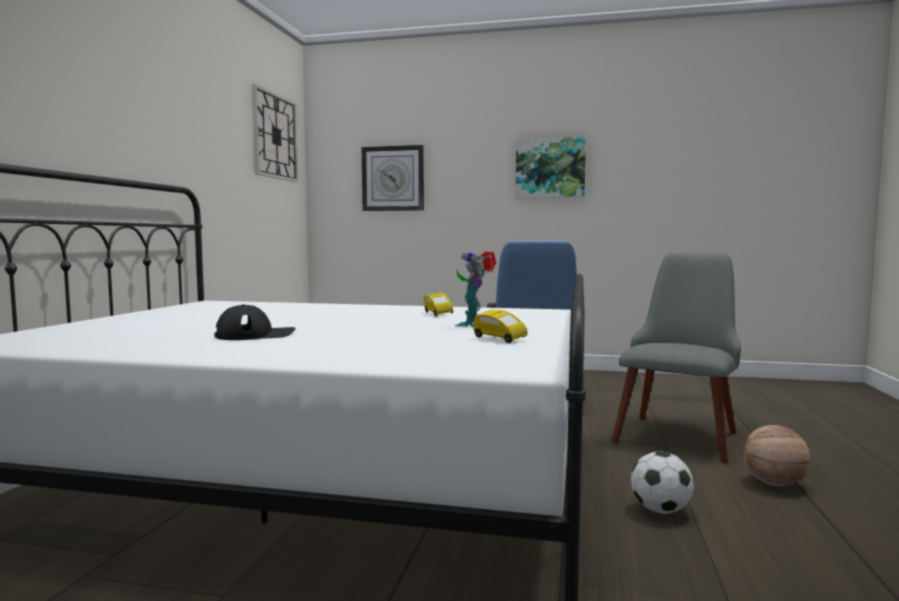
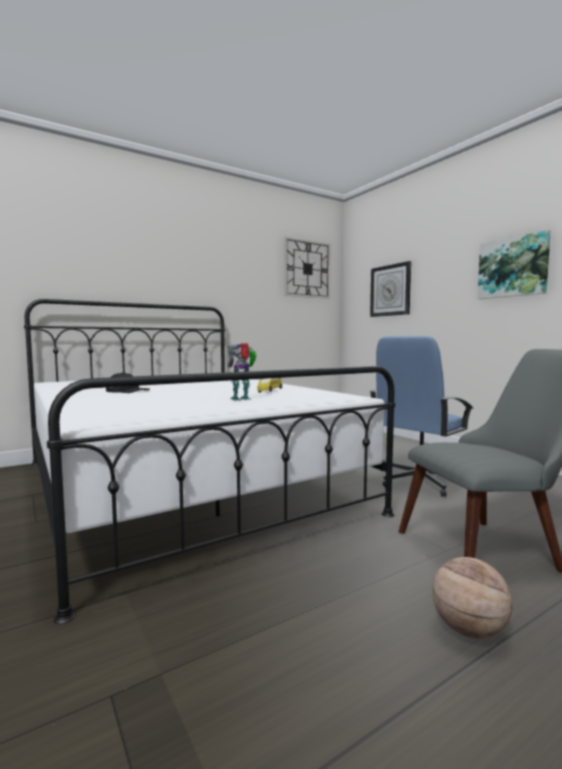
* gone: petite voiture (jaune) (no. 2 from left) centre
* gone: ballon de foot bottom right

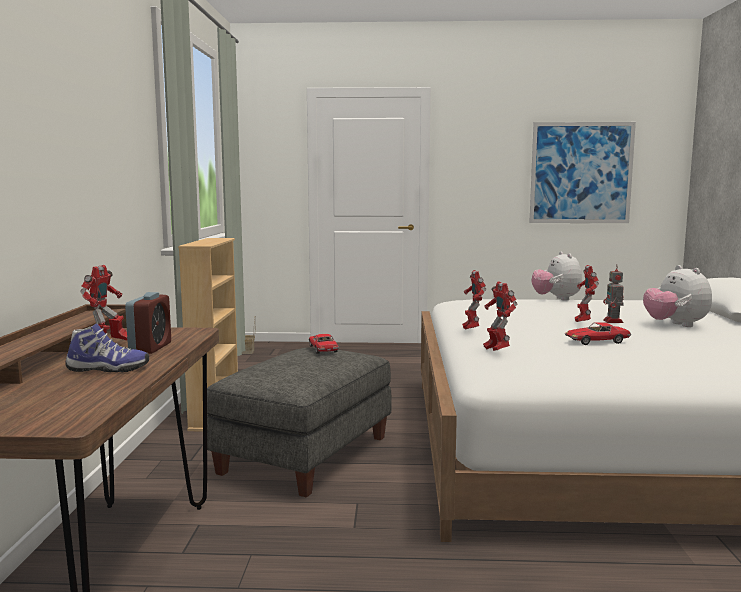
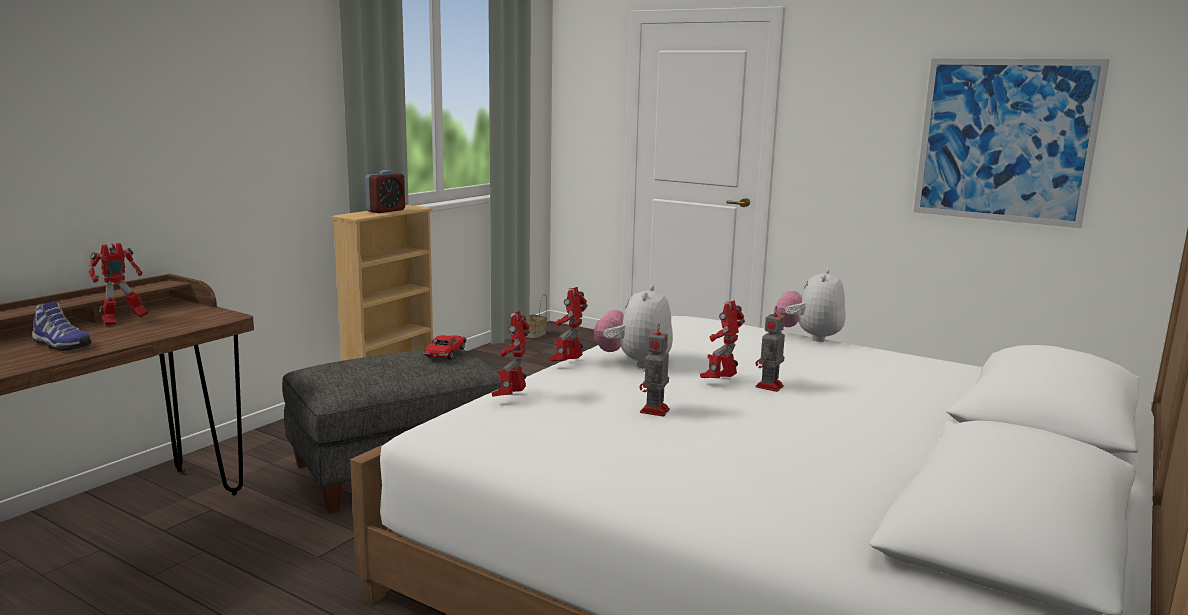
* shifted: réveil middle left to top left
* shifted: peluche (no. 2 from left in the first image) middle right to peluche (no. 1 from left) centre
* swapped: petite voiture (no. 2 from left) middle right to robot jouet (no. 4 from left) centre

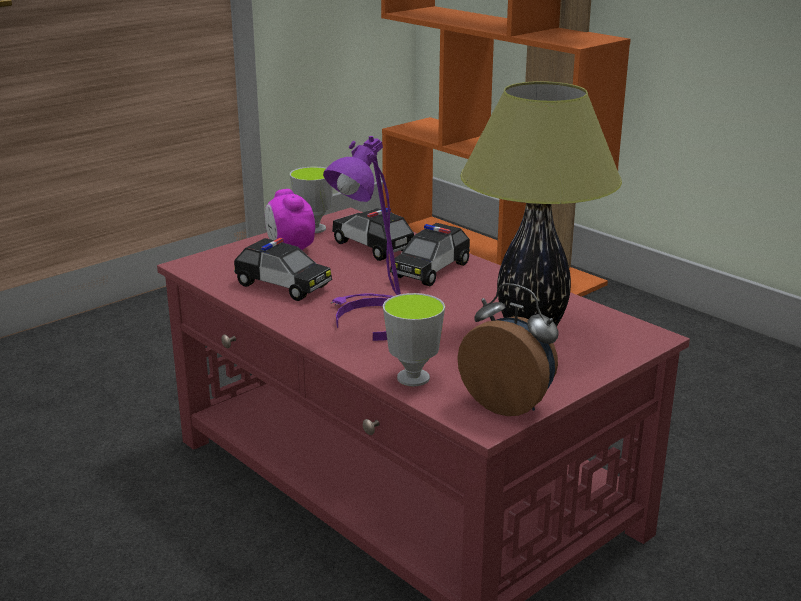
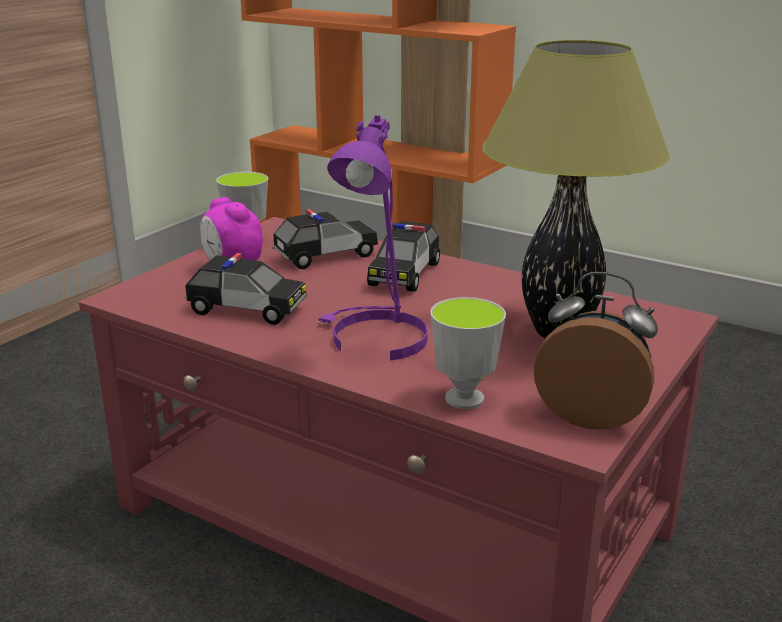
* rotated: petite voiture (no. 2 from left) centre = centre 120 degrees clockwise

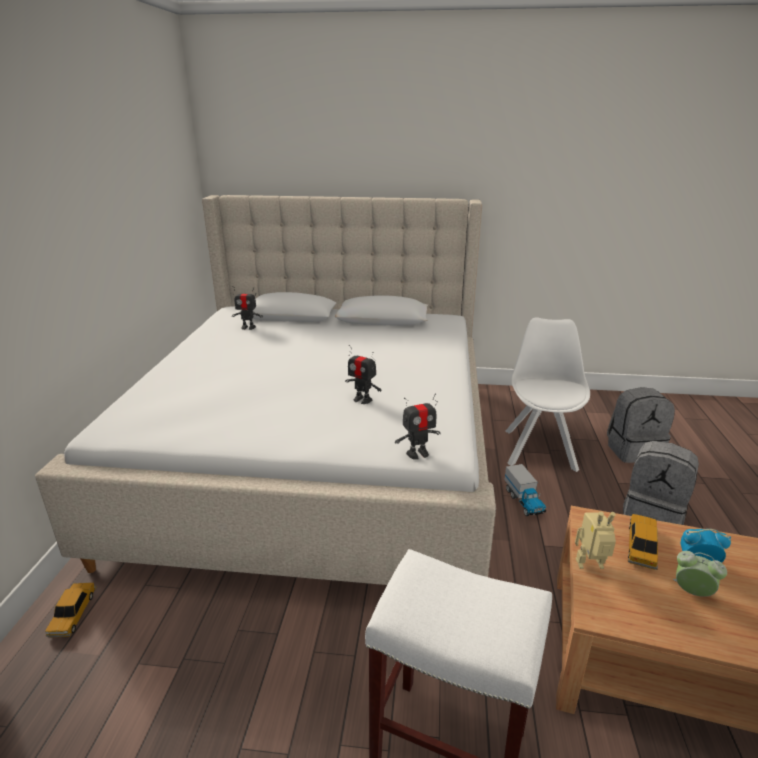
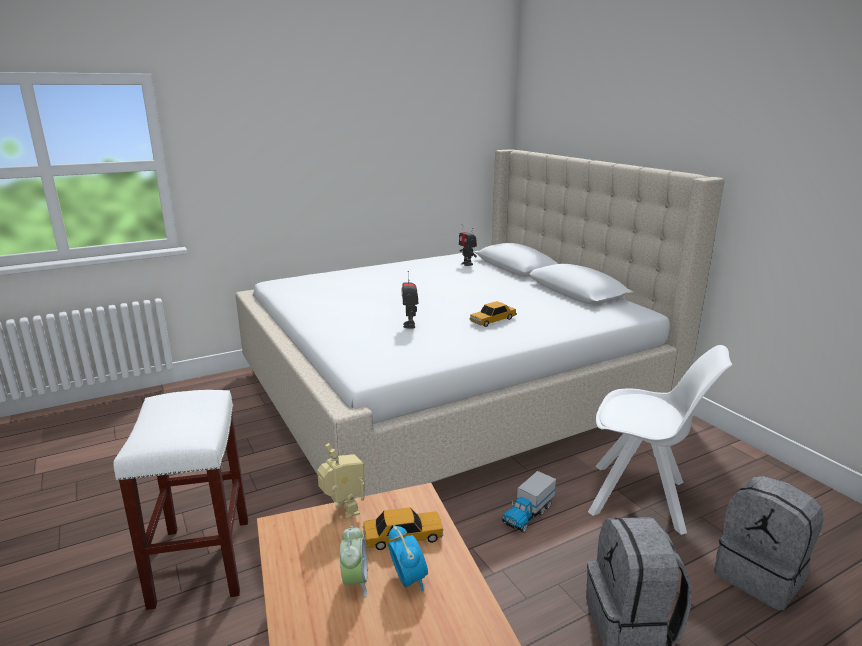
* gone: robot jouet (no. 3 from left) centre
* shifted: petite voiture (no. 1 from left in the first image) bottom left to petite voiture (no. 2 from left) centre
* rotated: chaise (blanc) middle right = bottom right 45 degrees clockwise

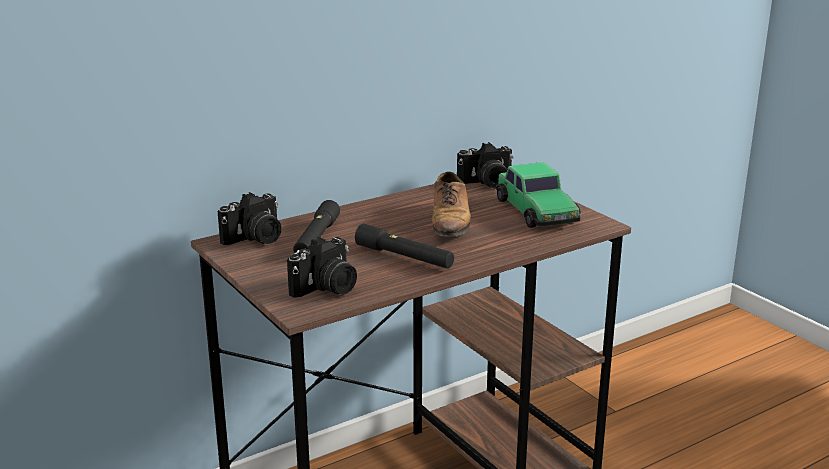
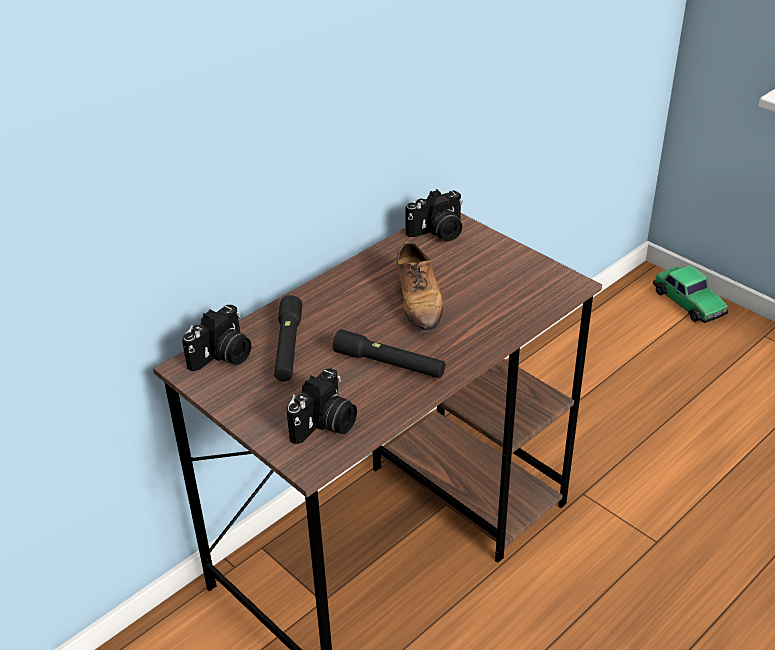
* shifted: petite voiture centre to middle right

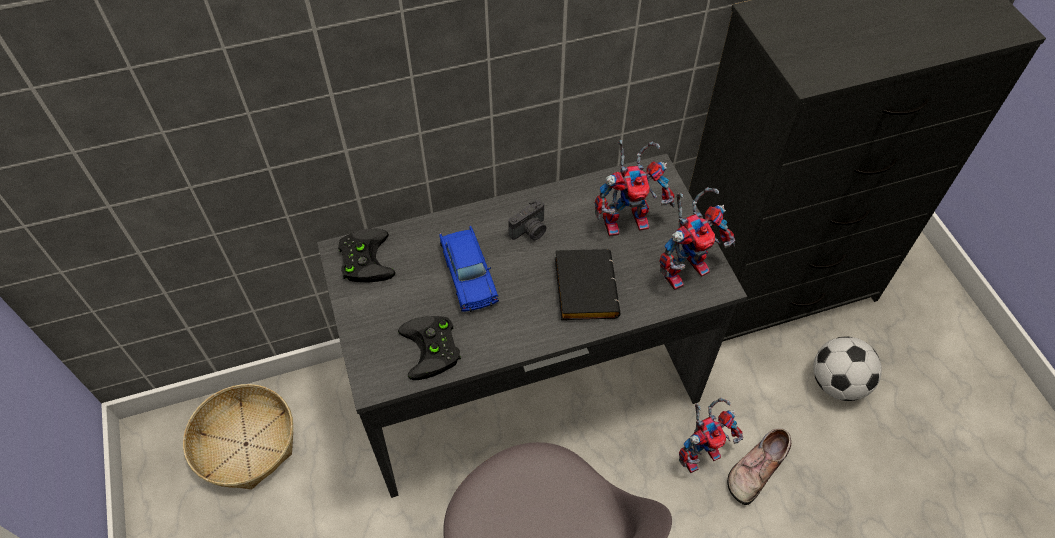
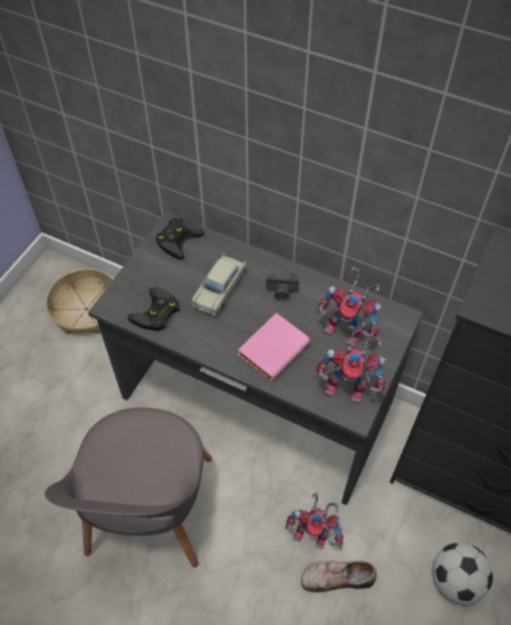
* repainted: petite voiture (bleu) centre to petite voiture (beige) centre
* repainted: livre (noir) centre to livre (rose) centre

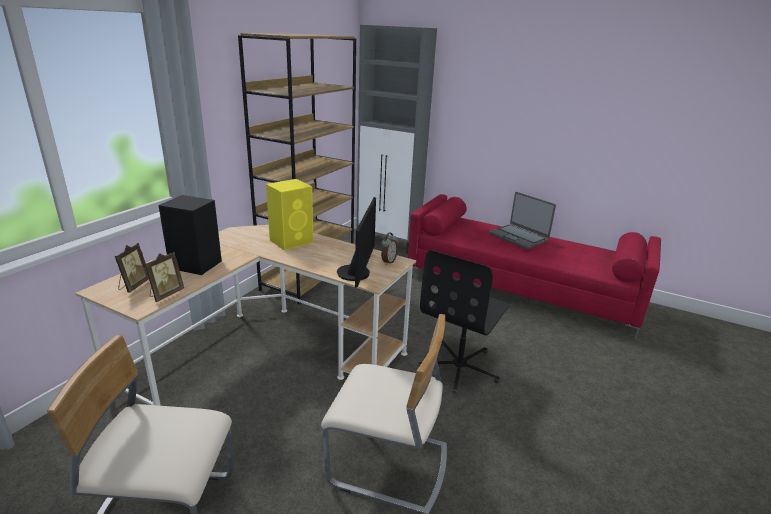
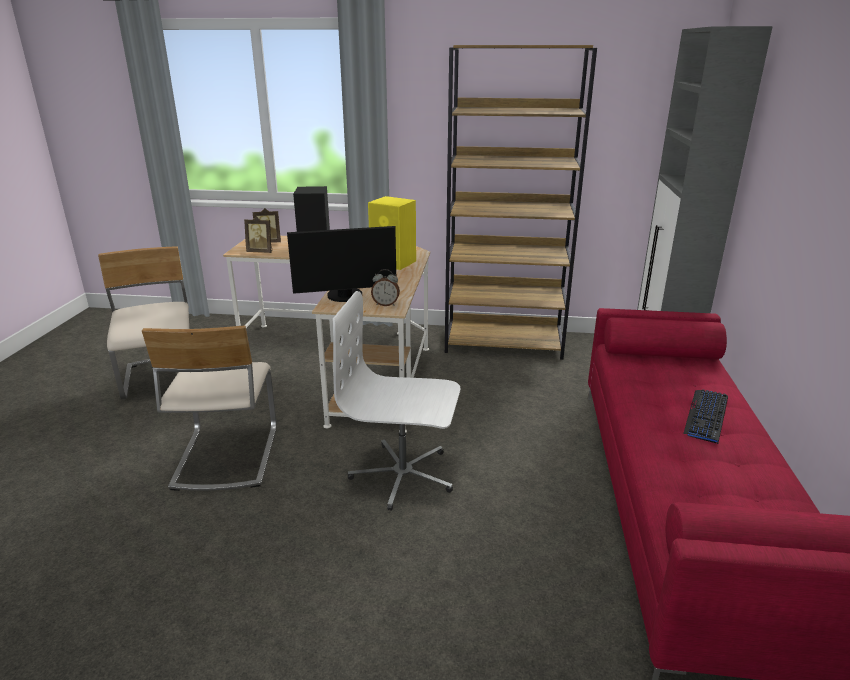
* swapped: ordinateur portable middle right to clavier middle right
* repainted: chaise de bureau (noir) centre to chaise de bureau (blanc) centre

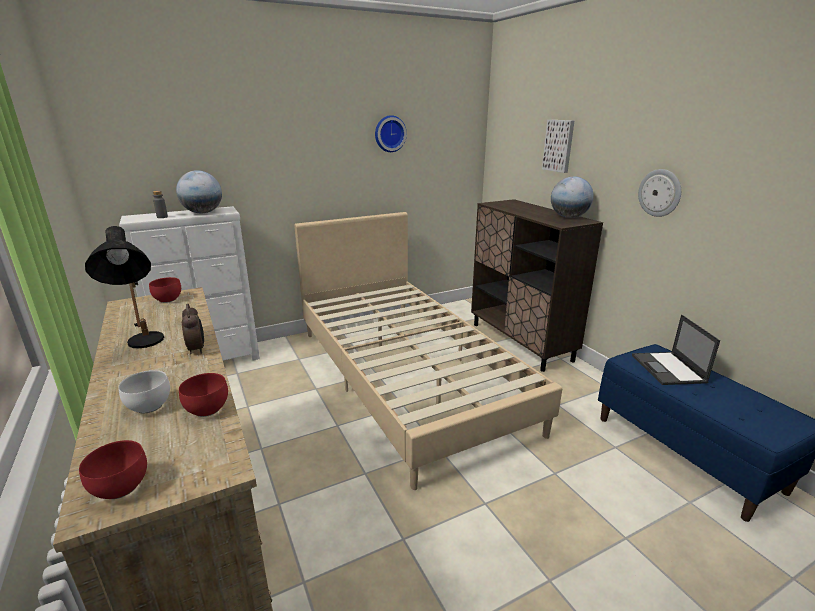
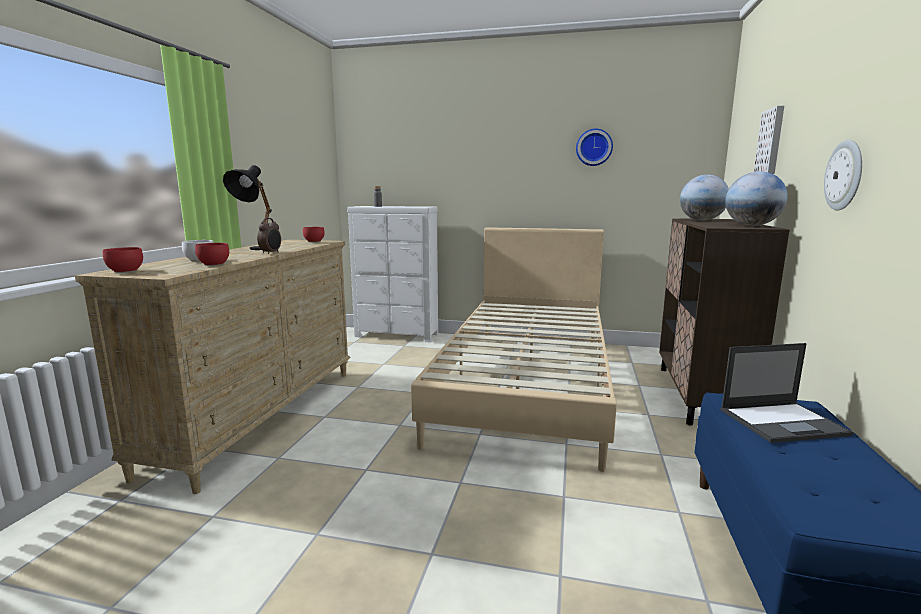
* shifted: globe (no. 1 from left) top left to top right
* rotated: ordinateur portable middle right = middle right 135 degrees counterclockwise

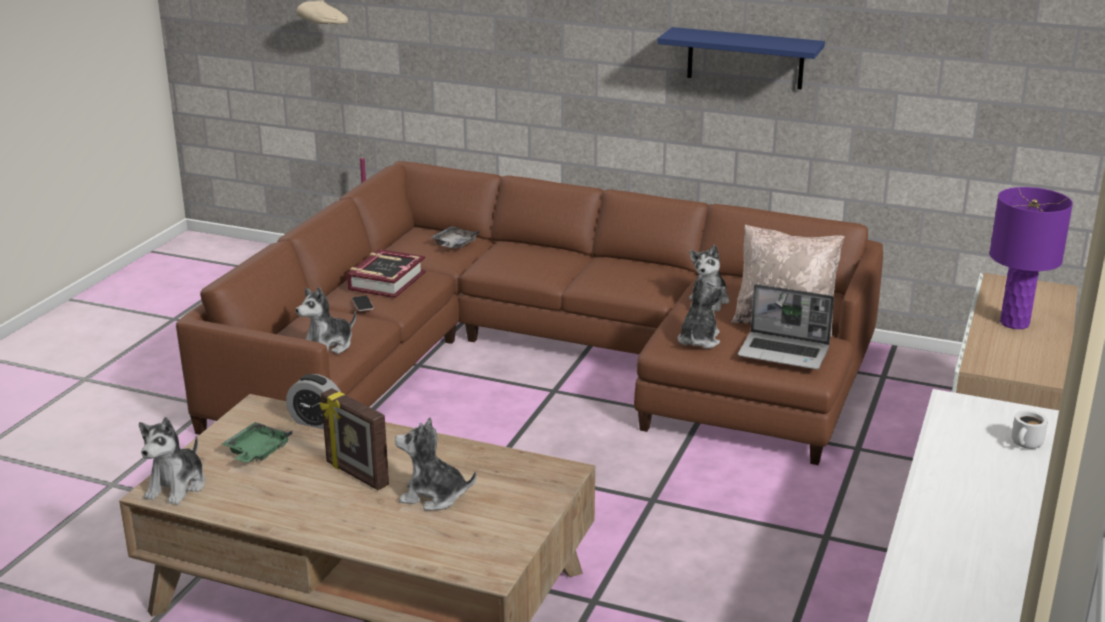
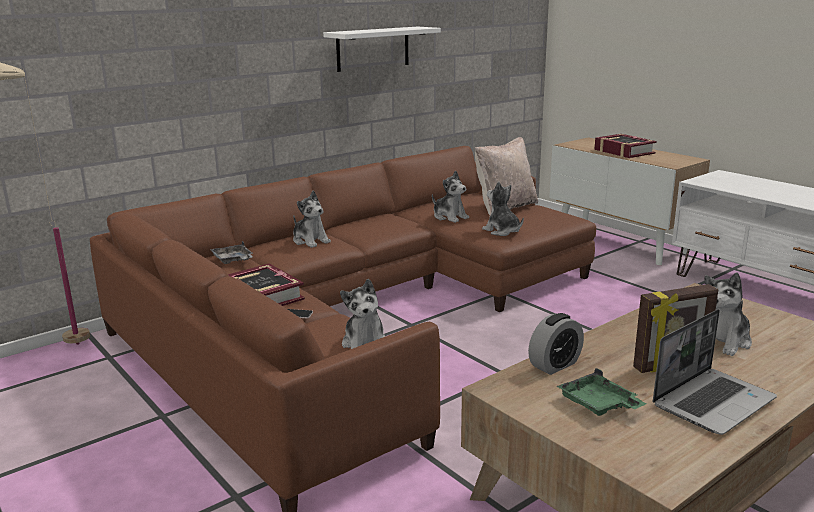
* gone: mug (blanc) bottom right
* shifted: peluche (no. 1 from left) bottom left to centre
* shifted: ordinateur portable middle right to bottom right
* swapped: lampe de table (violet) middle right to livre (no. 2 from left) top right
* repainted: étagère (bleu) top right to étagère (blanc) top centre

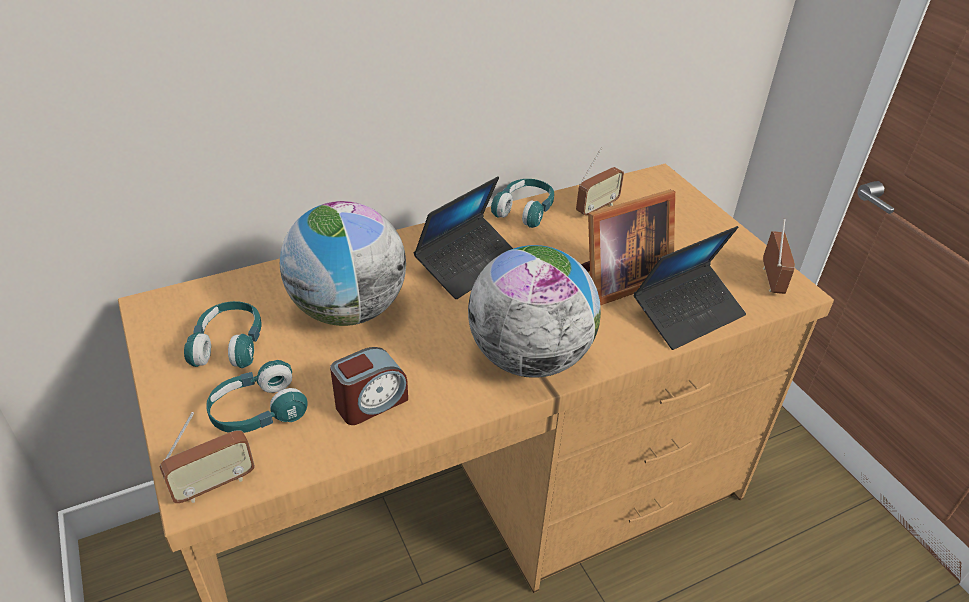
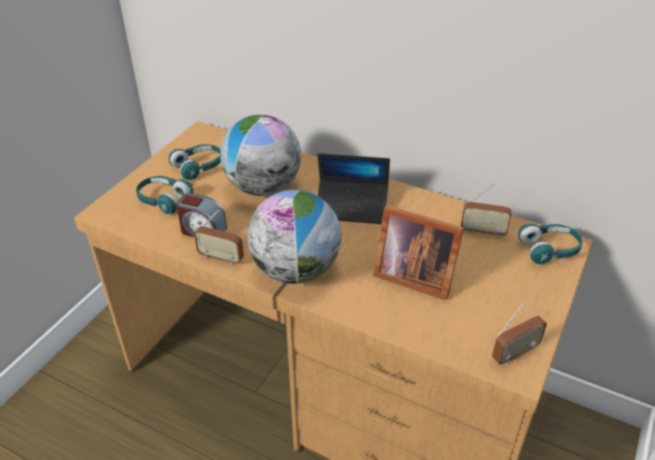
* gone: ordinateur portable (no. 2 from left) middle right
* shifted: radio (no. 1 from left) bottom left to centre
* shifted: casque audio (turquoise) (no. 3 from left) centre to middle right

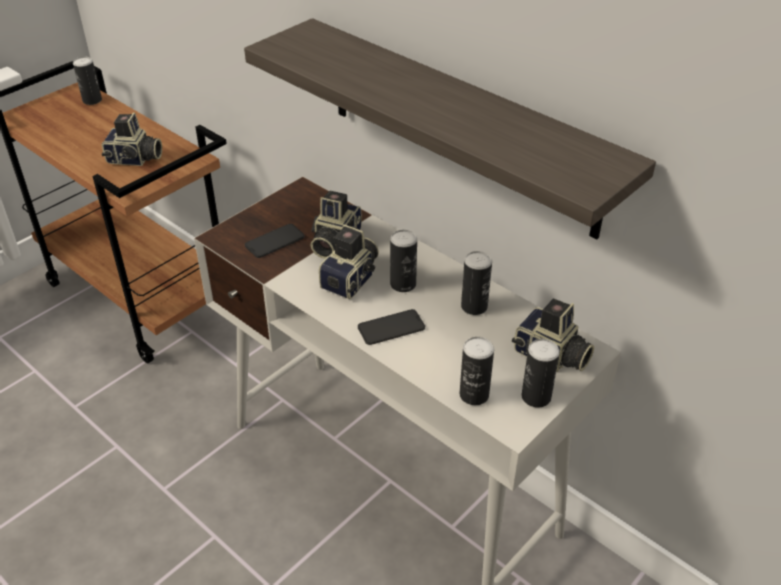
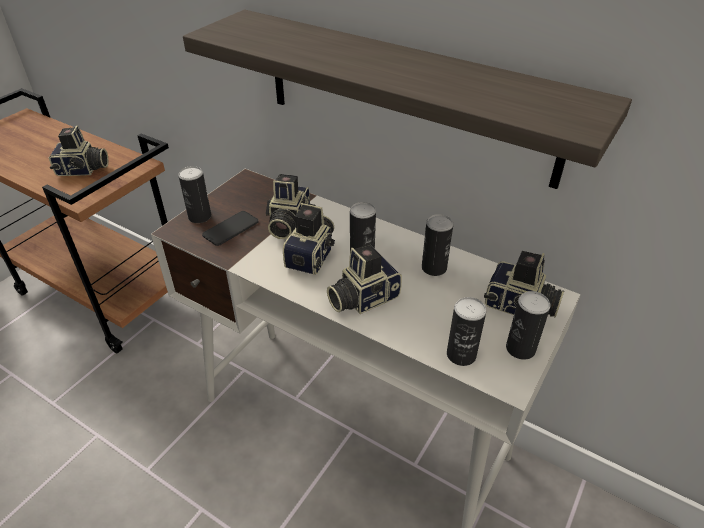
* shifted: boîte métallique (no. 1 from left) top left to middle left
* swapped: téléphone (no. 2 from left) centre to appareil photo (no. 4 from left) centre

